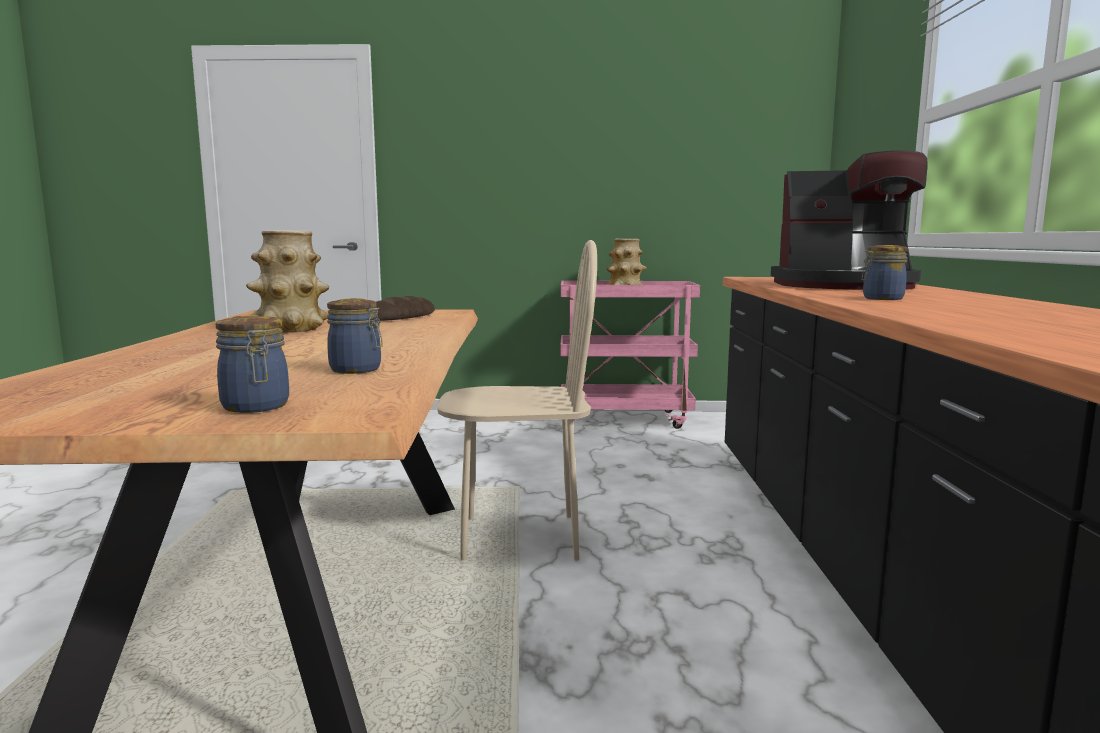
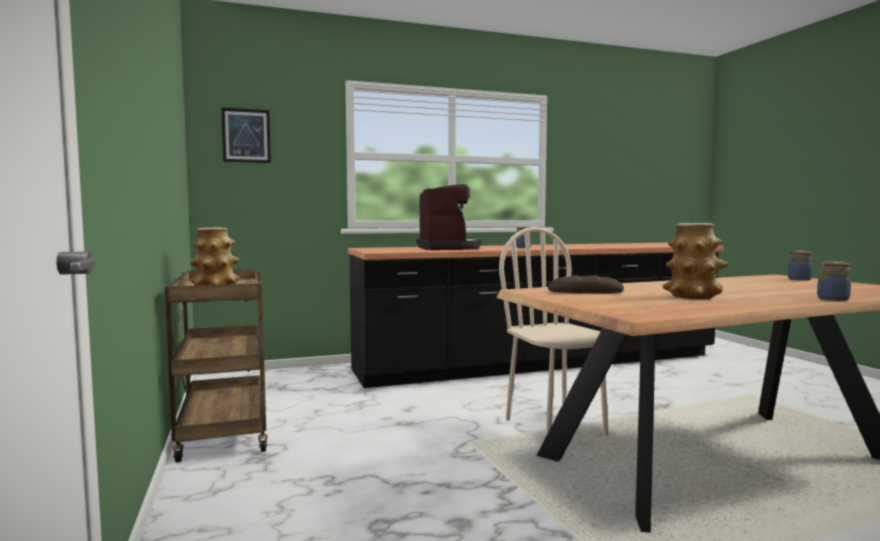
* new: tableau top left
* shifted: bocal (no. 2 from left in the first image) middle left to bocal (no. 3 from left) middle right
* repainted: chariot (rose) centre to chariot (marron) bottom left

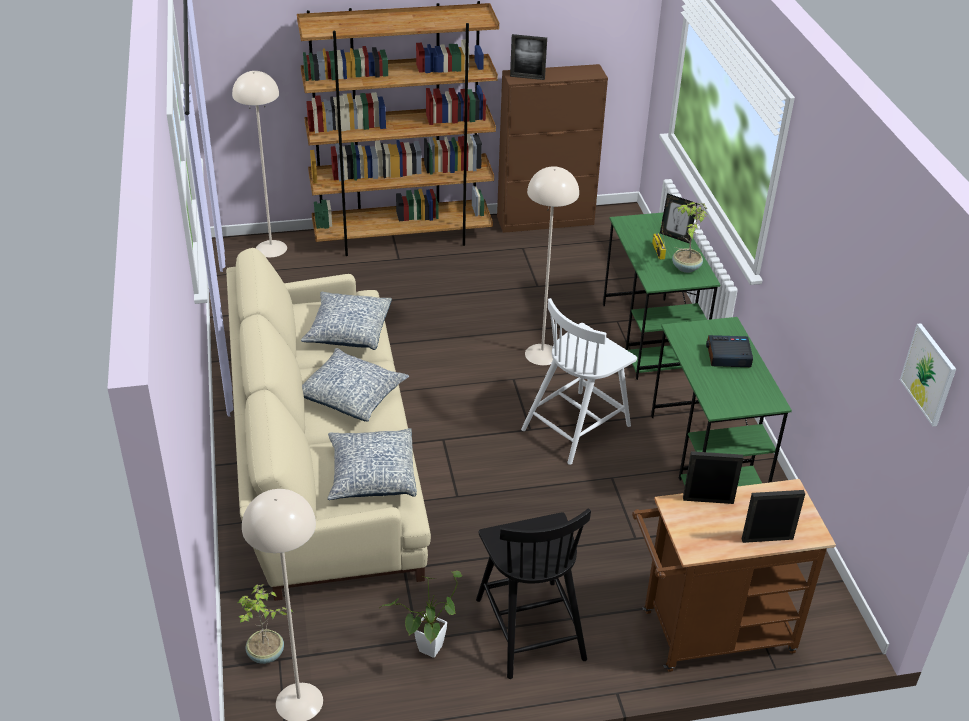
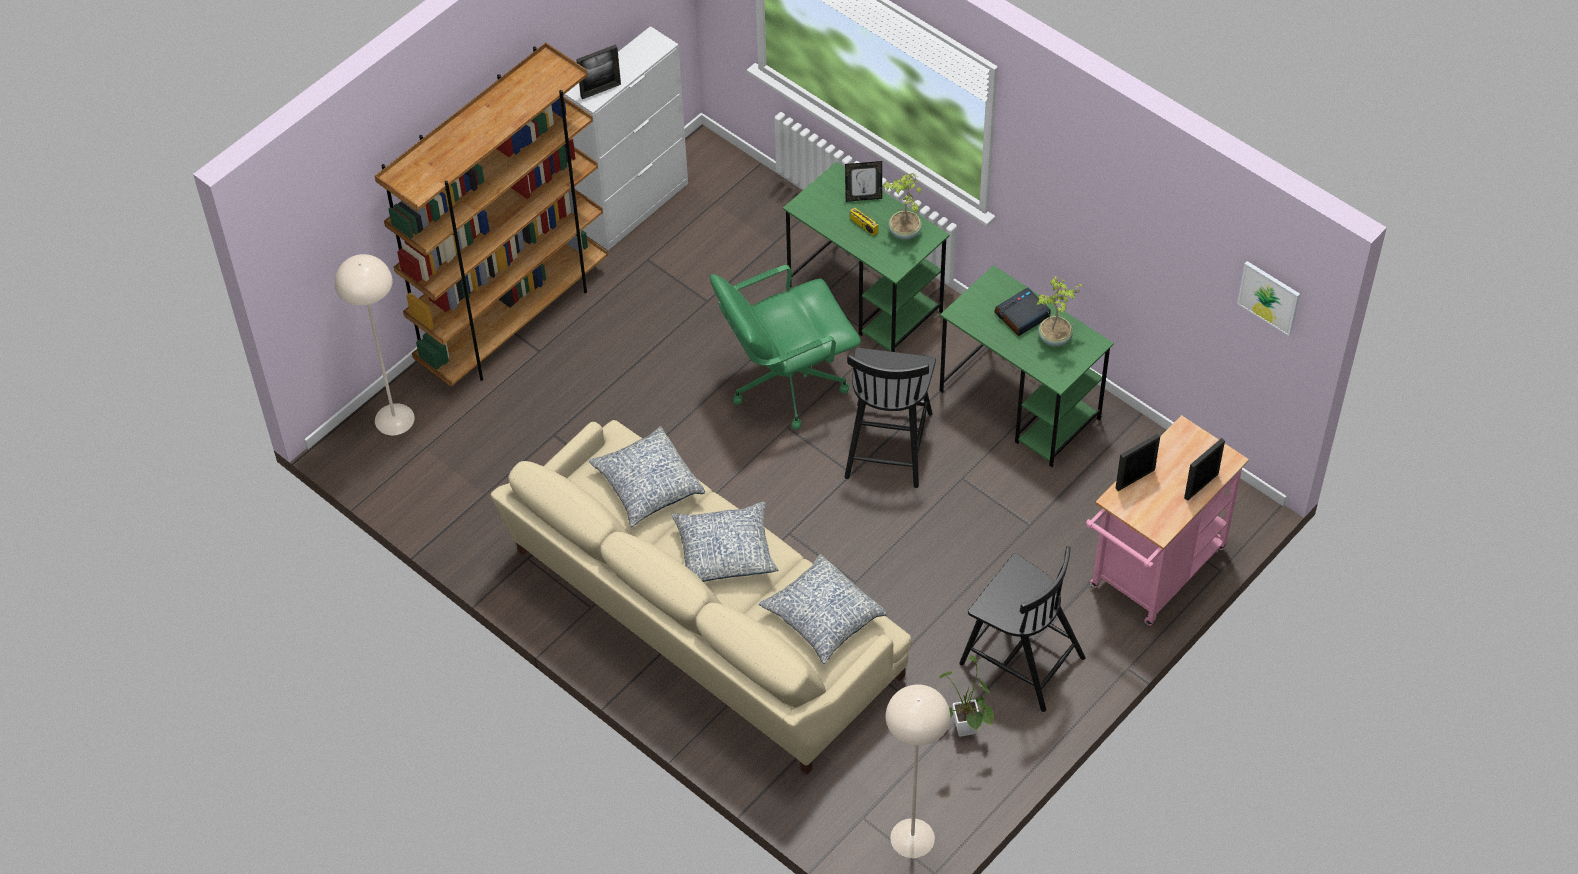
* shifted: plante en pot (no. 1 from left in the first image) bottom left to plante en pot (no. 3 from left) middle right
* swapped: lampadaire (beige) (no. 3 from left) centre to chaise de bureau (vert) centre
* repainted: meuble de rangement (marron) top centre to meuble de rangement (blanc) top centre
* repainted: chaise (blanc) centre to chaise (noir) (no. 1 from left) centre
* repainted: chariot (marron) bottom right to chariot (rose) middle right

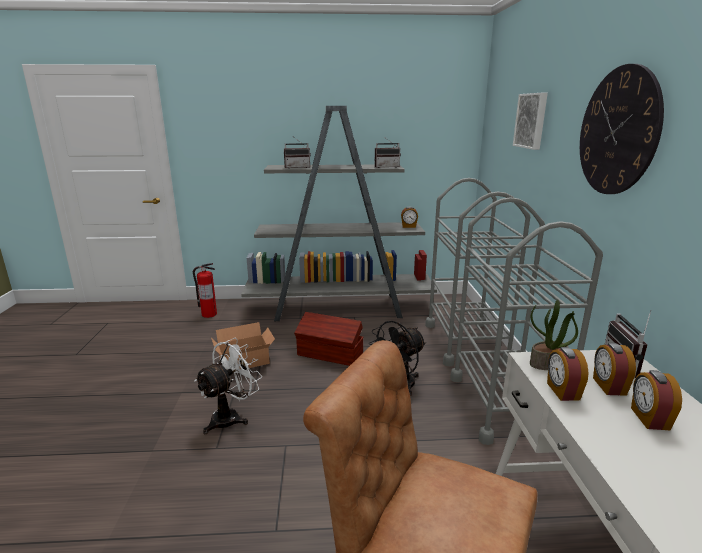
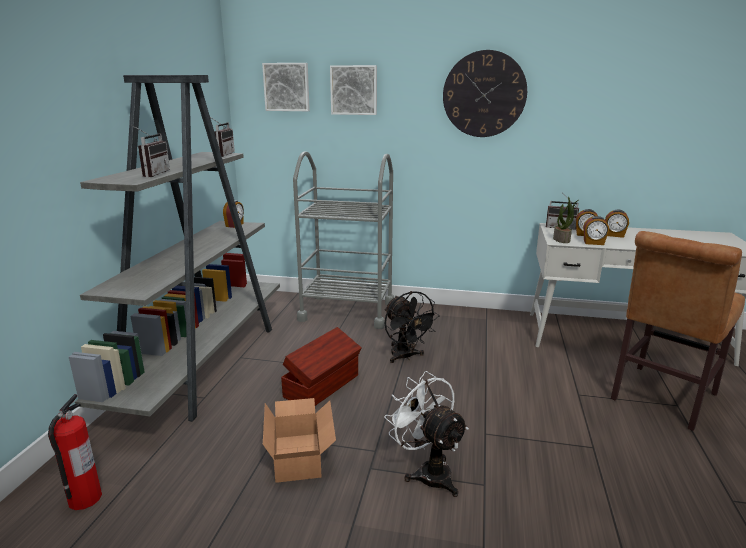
* gone: chariot (gris) (no. 2 from left) middle right
* new: tableau (no. 1 from left) top centre

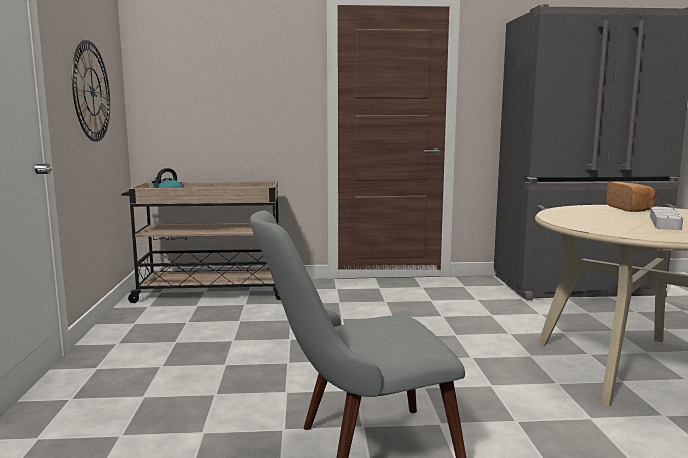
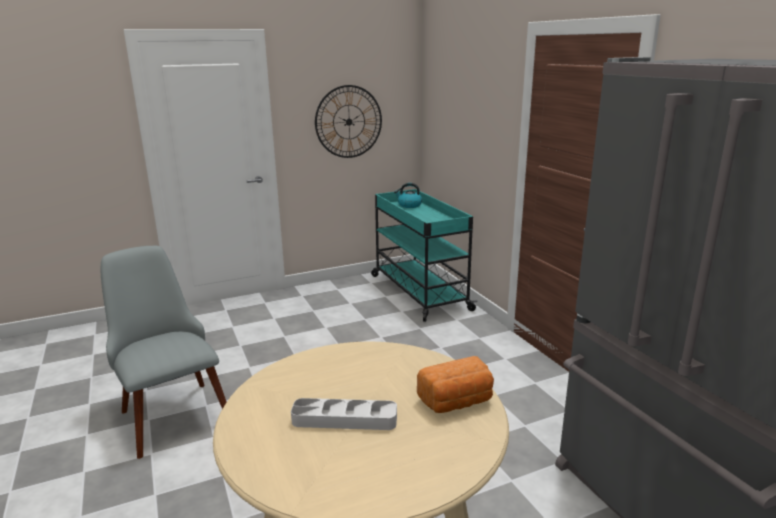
* repainted: chariot (beige) middle left to chariot (turquoise) centre

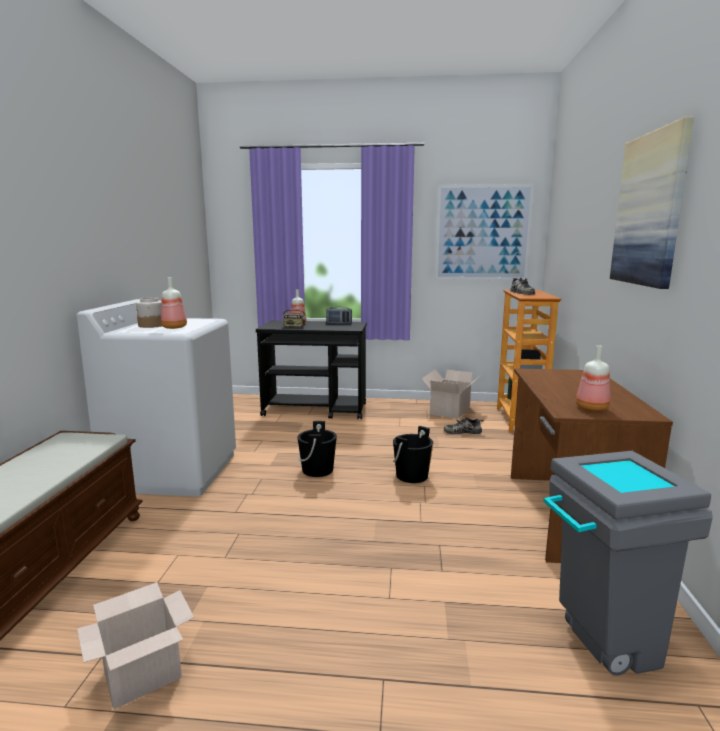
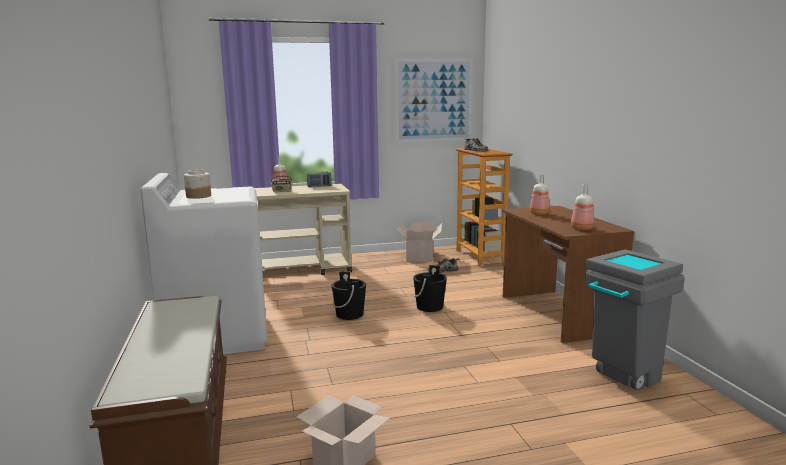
* gone: tableau (no. 2 from left) top right
* shifted: bouteille (no. 1 from left in the first image) middle left to bouteille (no. 2 from left) middle right
* repainted: chariot (noir) centre to chariot (beige) centre

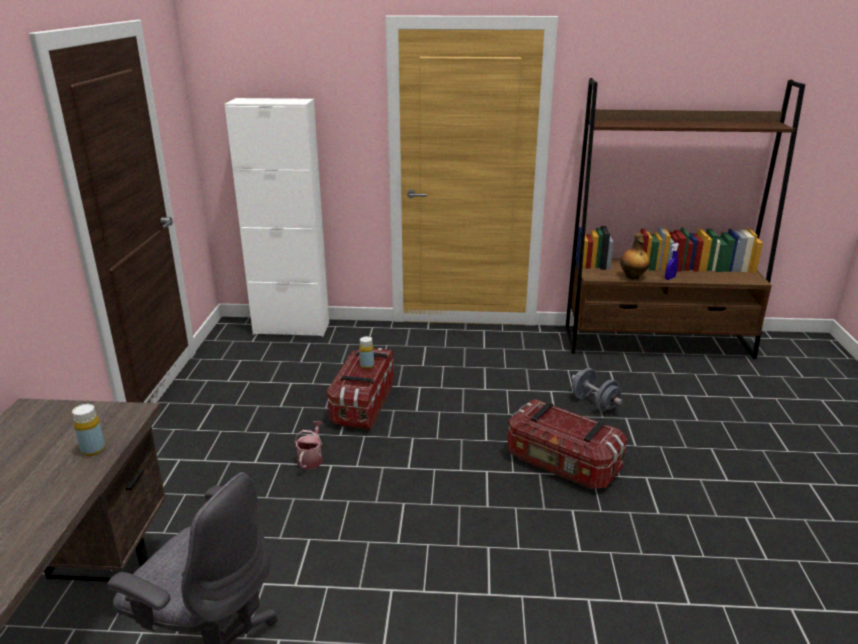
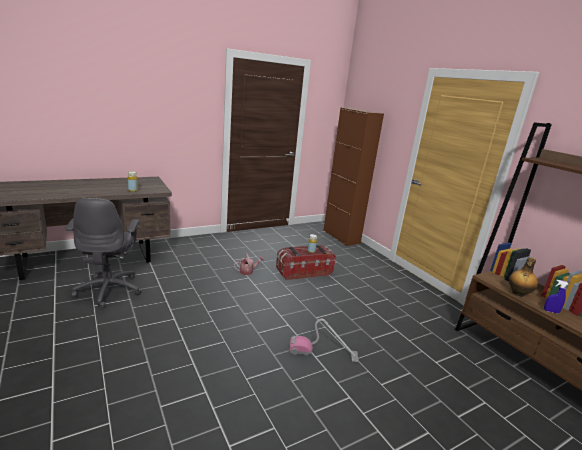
* gone: haltère (gris) middle right
* swapped: boîte de rangement (no. 2 from left) bottom centre to aspirateur bottom centre
* repainted: meuble de rangement (blanc) middle left to meuble de rangement (marron) centre

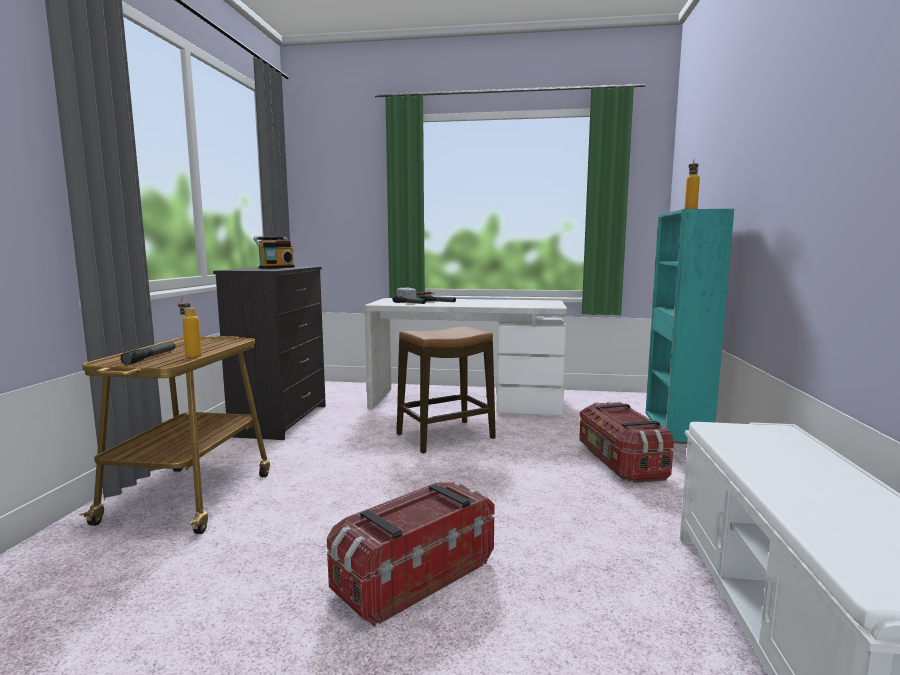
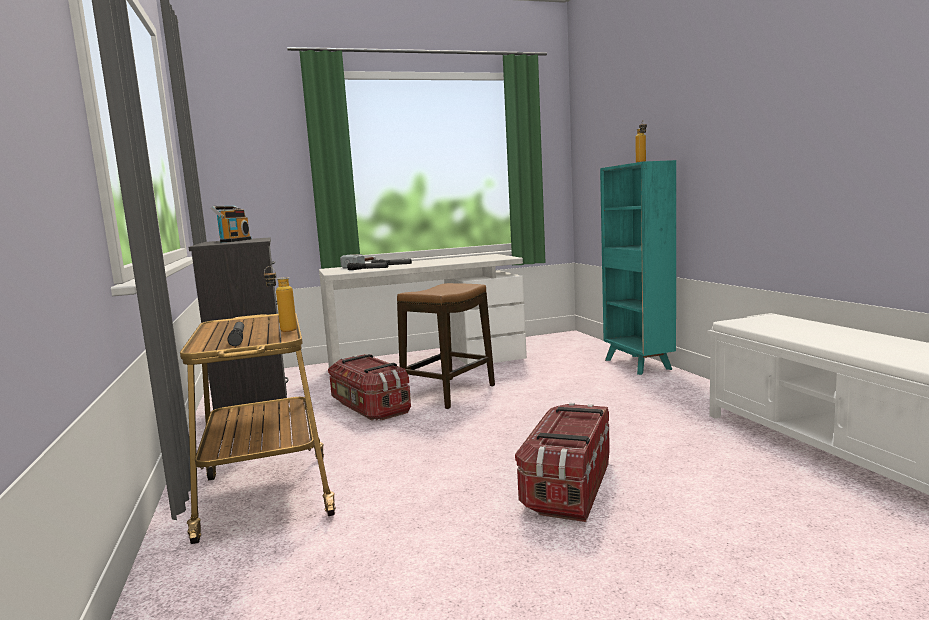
* shifted: boîte de rangement (no. 2 from left in the first image) middle right to boîte de rangement (no. 1 from left) centre

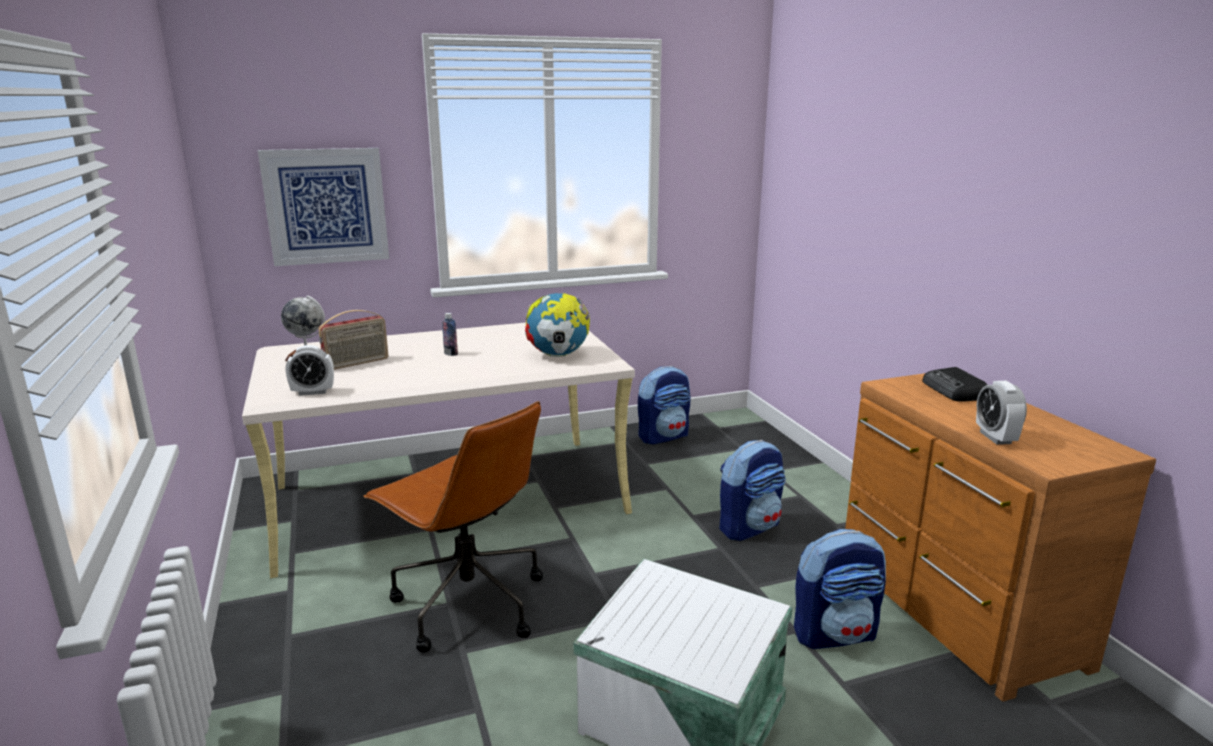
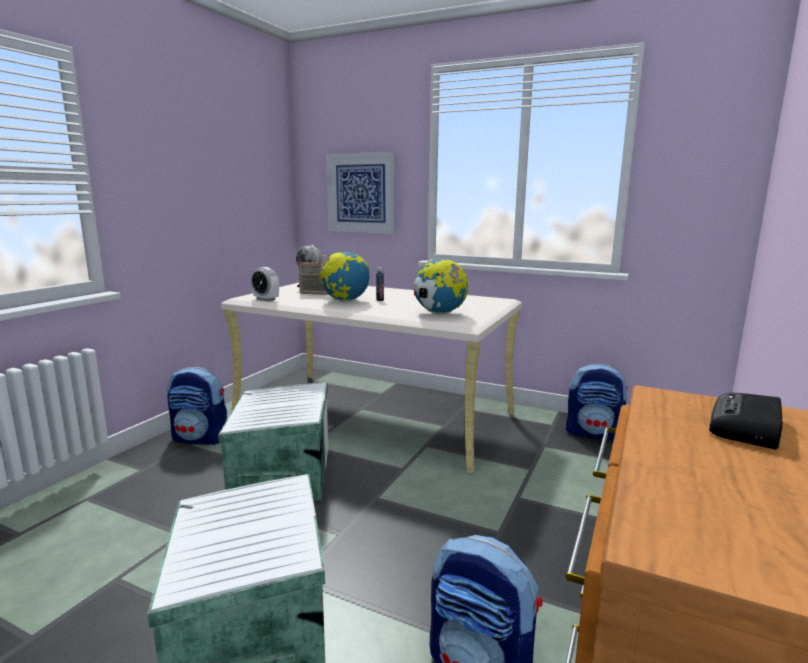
* gone: réveil (no. 2 from left) middle right
* new: globe (no. 2 from left) centre
* shifted: sac à dos (no. 2 from left in the first image) centre to sac à dos (no. 1 from left) middle left
* swapped: chaise de bureau (marron) bottom centre to boîte de rangement (blanc) (no. 2 from left) centre

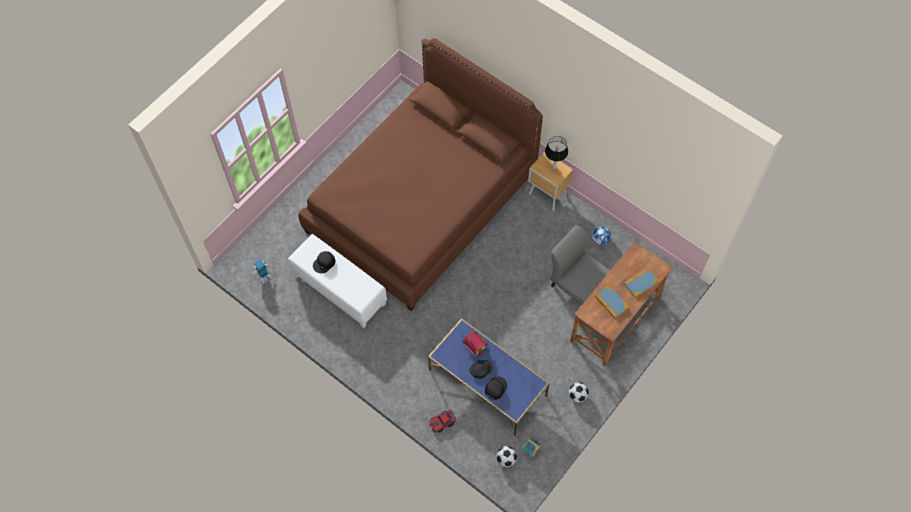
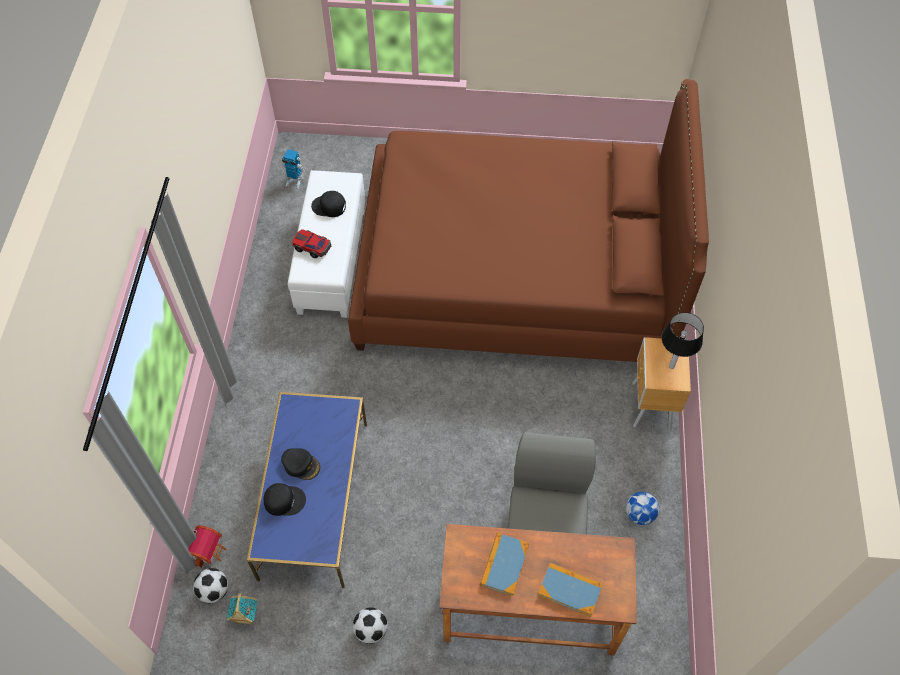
* shifted: petite voiture bottom centre to centre
* shifted: maison miniature (no. 1 from left) bottom centre to bottom left

